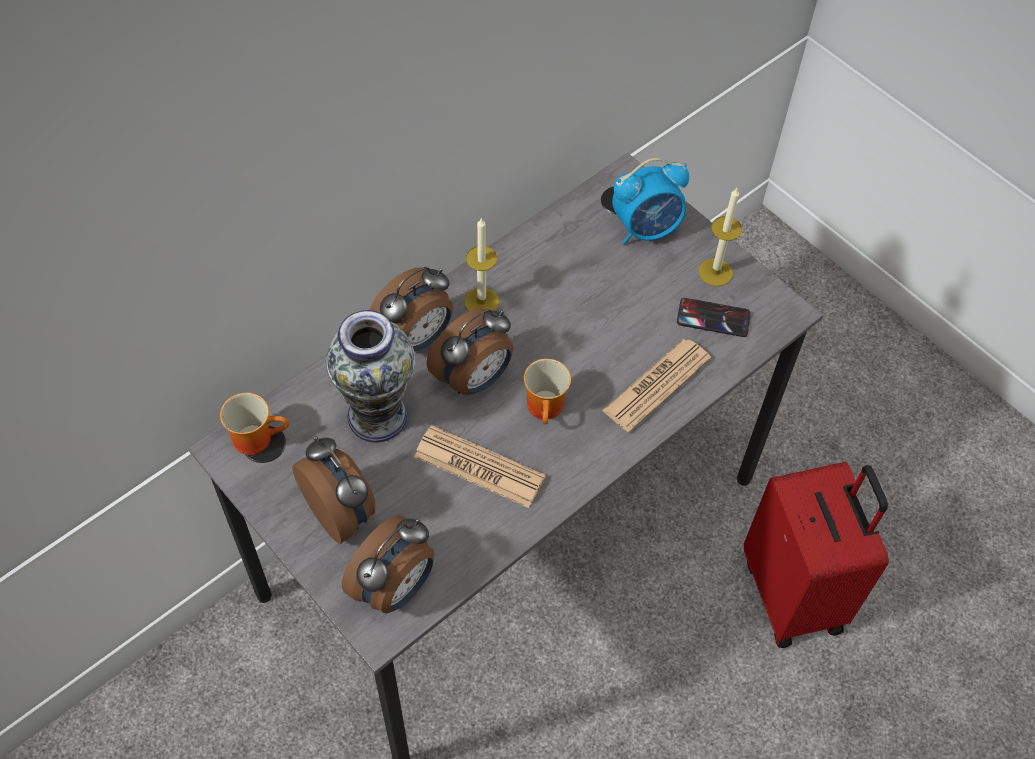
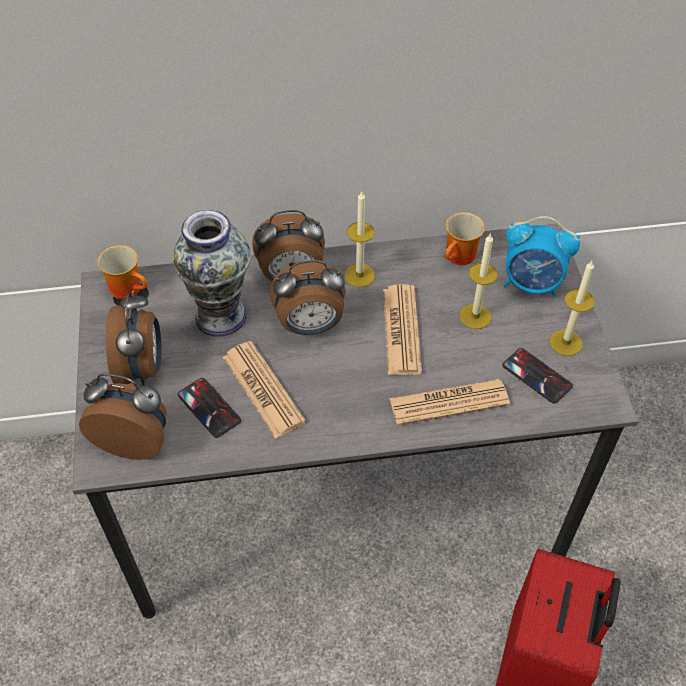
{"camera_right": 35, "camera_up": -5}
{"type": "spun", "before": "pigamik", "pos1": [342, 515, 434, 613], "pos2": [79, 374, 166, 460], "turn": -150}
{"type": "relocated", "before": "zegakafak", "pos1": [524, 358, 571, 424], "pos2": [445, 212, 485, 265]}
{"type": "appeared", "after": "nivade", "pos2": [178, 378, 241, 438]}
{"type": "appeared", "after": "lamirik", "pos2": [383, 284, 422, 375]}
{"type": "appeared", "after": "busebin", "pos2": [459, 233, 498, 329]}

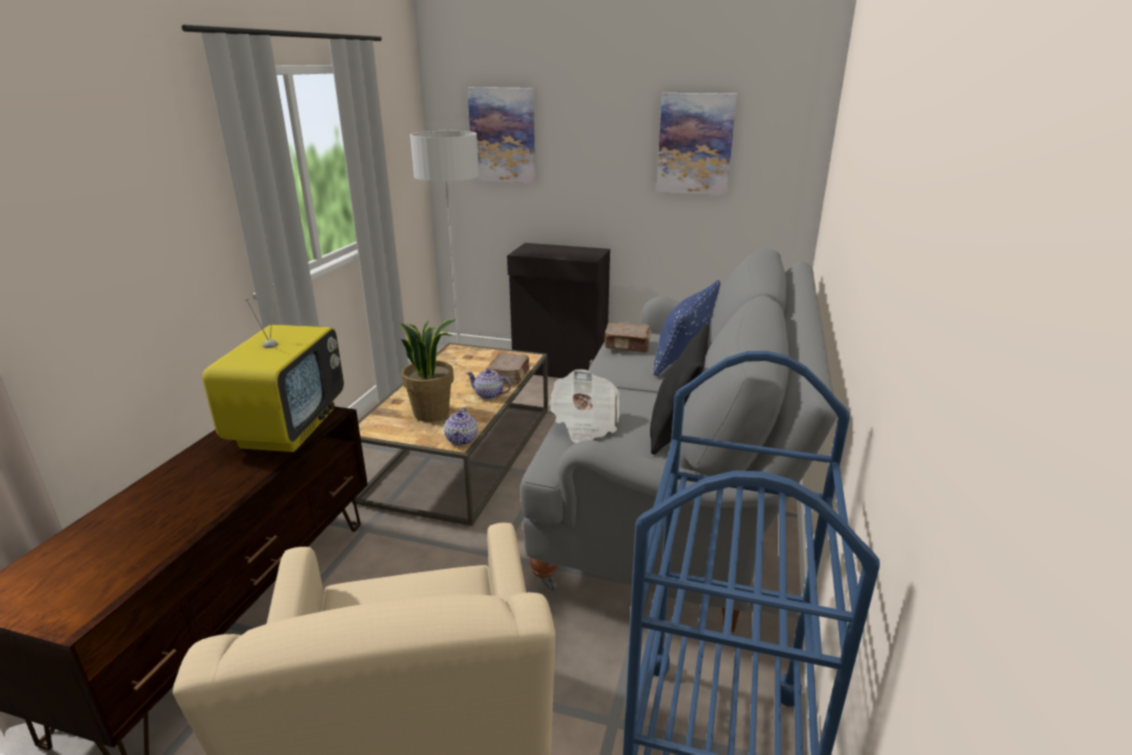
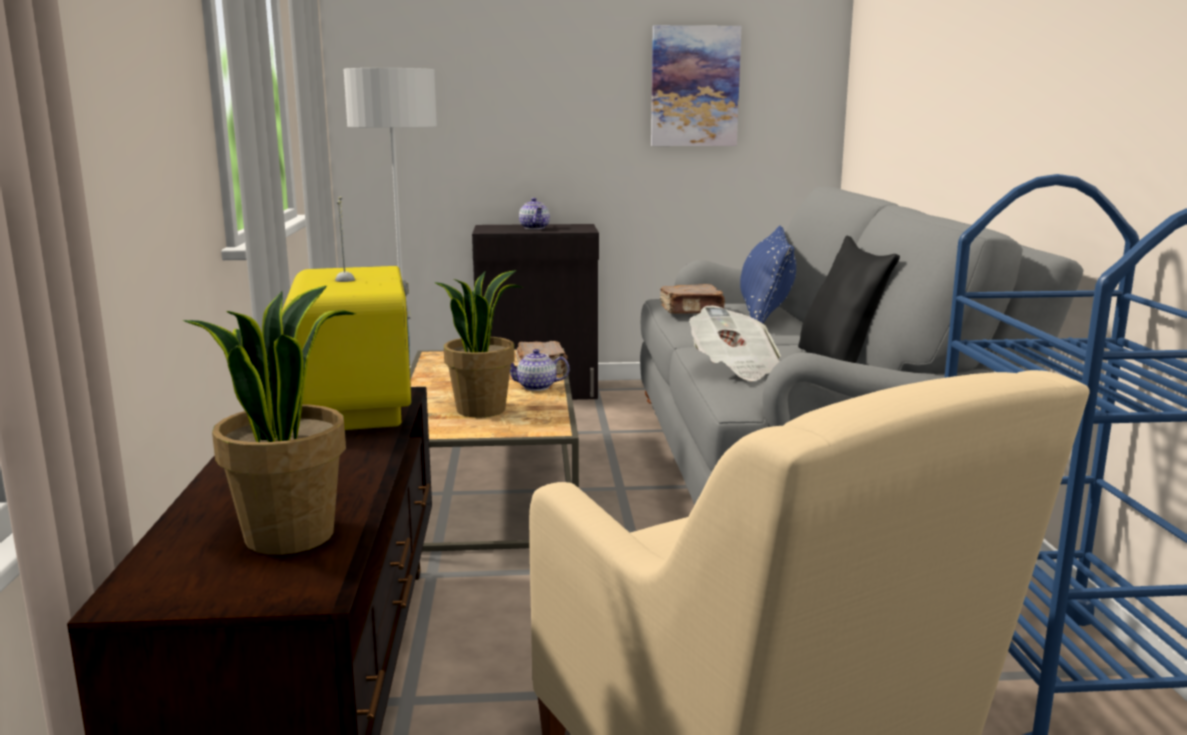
{"camera_right": -20, "camera_up": -10}
{"type": "relocated", "before": "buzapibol", "pos1": [444, 407, 478, 445], "pos2": [519, 198, 550, 229]}
{"type": "missing", "before": "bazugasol", "pos1": [467, 87, 535, 183]}
{"type": "appeared", "after": "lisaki", "pos2": [183, 286, 356, 555]}

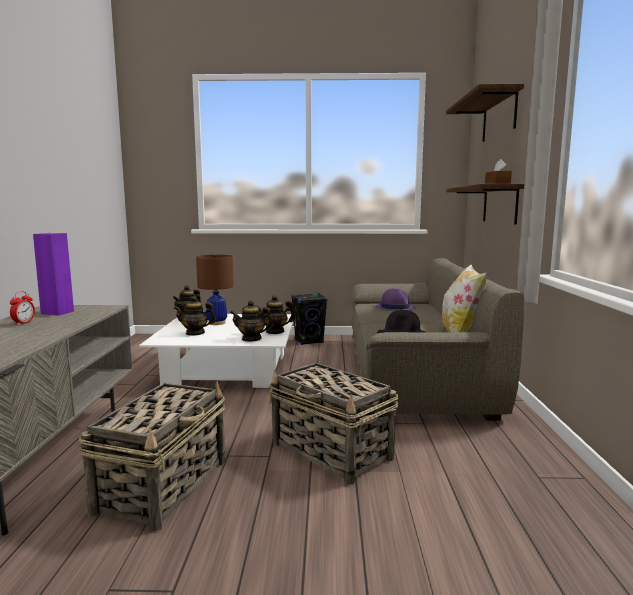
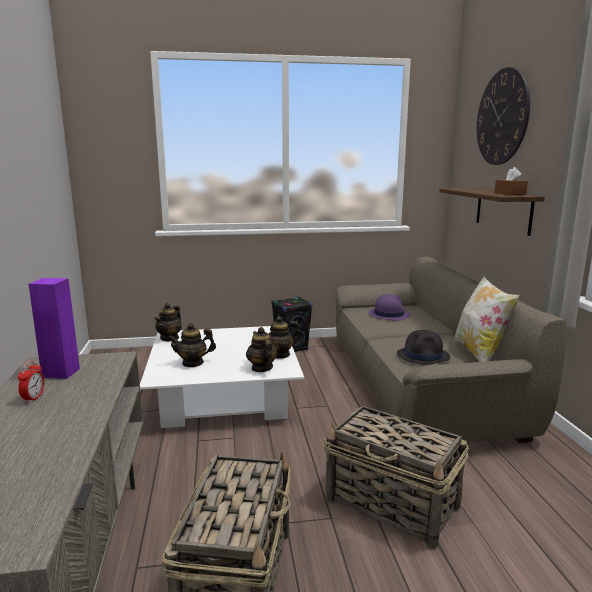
{"camera_right": -10, "camera_up": 5}
{"type": "missing", "before": "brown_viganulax", "pos1": [196, 253, 234, 325]}
{"type": "spun", "before": "buzapibol", "pos1": [230, 300, 274, 342], "pos2": [246, 327, 277, 372], "turn": 75}
{"type": "exchanged", "before": "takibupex", "after": "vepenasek", "pos1": [446, 84, 524, 142], "pos2": [477, 67, 530, 165]}

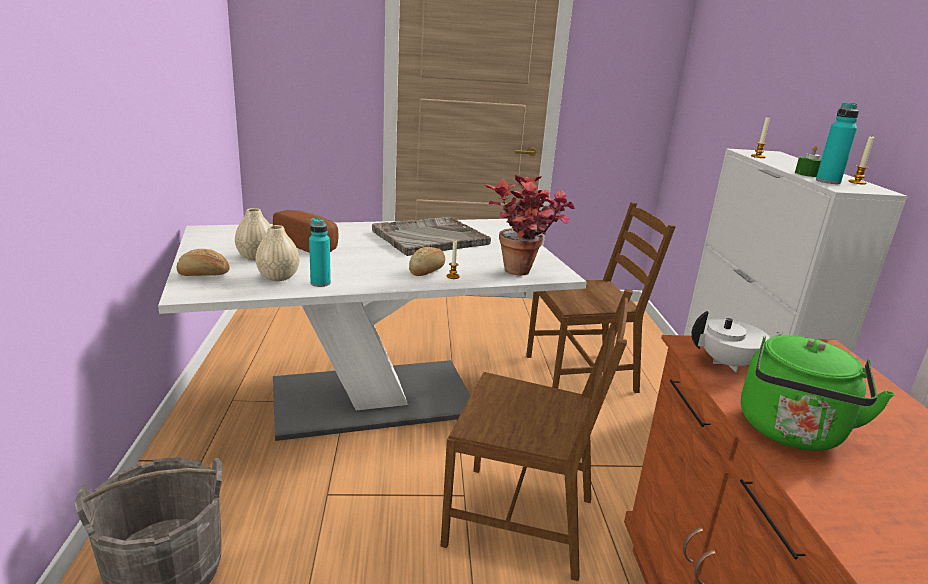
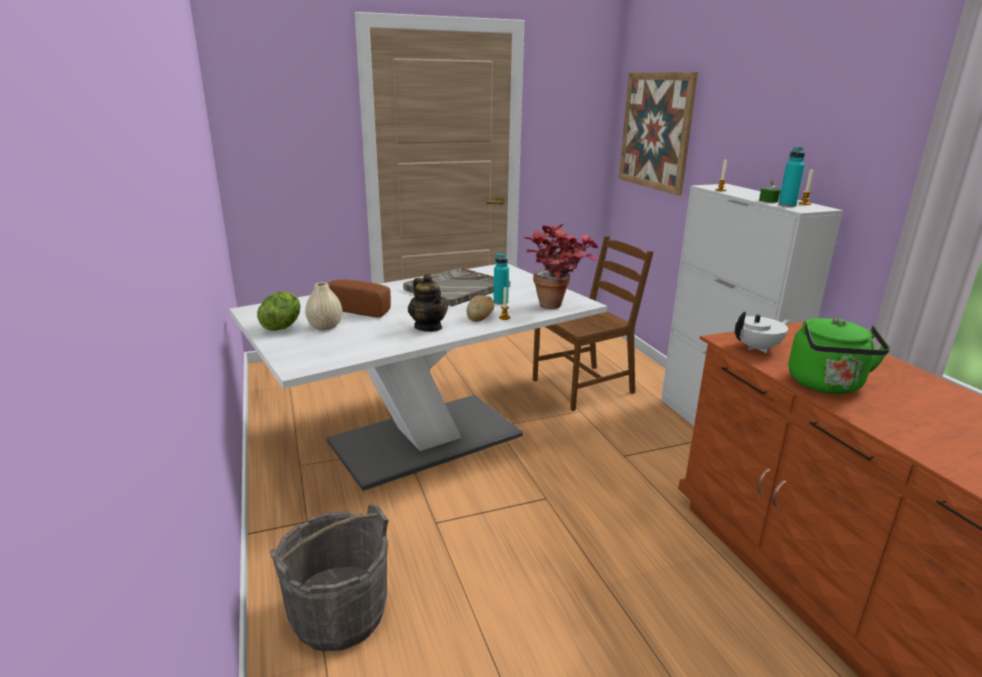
{"camera_right": -15, "camera_up": 0}
{"type": "missing", "before": "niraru", "pos1": [177, 249, 229, 276]}
{"type": "missing", "before": "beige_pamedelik", "pos1": [255, 225, 300, 281]}
{"type": "relocated", "before": "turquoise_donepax", "pos1": [309, 218, 331, 287], "pos2": [493, 253, 509, 305]}
{"type": "missing", "before": "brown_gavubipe", "pos1": [441, 289, 633, 581]}
{"type": "appeared", "after": "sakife", "pos2": [257, 292, 300, 331]}
{"type": "appeared", "after": "buzapibol", "pos2": [408, 274, 448, 332]}
{"type": "appeared", "after": "bazugasol", "pos2": [619, 72, 698, 196]}

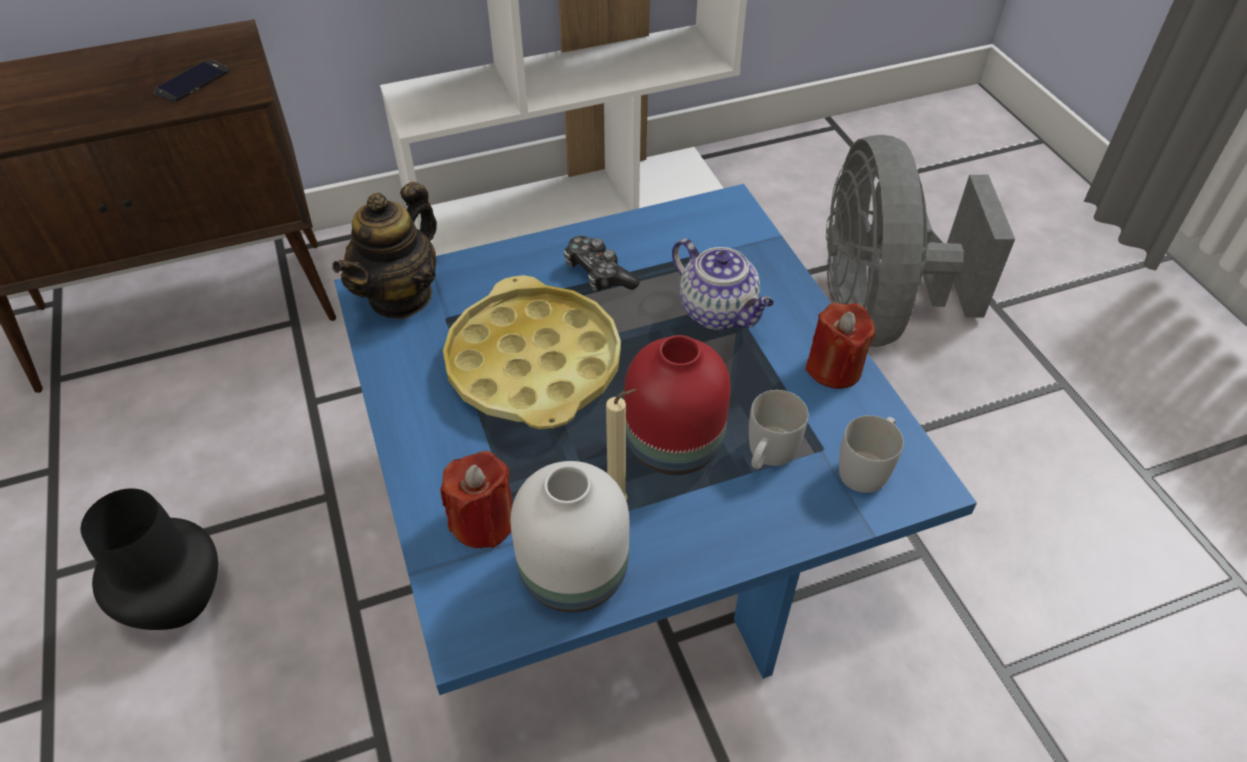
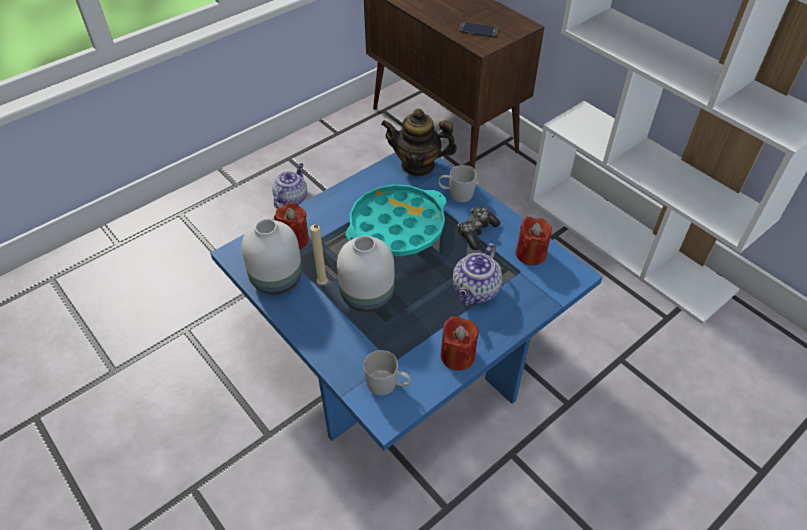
{"camera_right": 70, "camera_up": 0}
{"type": "exchanged", "before": "black_pamedelik", "after": "buzapibol", "pos1": [81, 488, 218, 630], "pos2": [272, 163, 307, 208]}
{"type": "colour", "before": "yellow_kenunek", "after": "turquoise_kenunek", "pos1": [443, 275, 621, 429], "pos2": [346, 184, 446, 256]}
{"type": "colour", "before": "red_pamedelik", "after": "white_pamedelik", "pos1": [624, 335, 731, 475], "pos2": [337, 236, 395, 312]}
{"type": "relocated", "before": "white_zegakafak", "pos1": [749, 390, 808, 469], "pos2": [438, 165, 477, 202]}
{"type": "missing", "before": "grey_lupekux", "pos1": [826, 135, 1015, 347]}
{"type": "appeared", "after": "red_busebin", "pos2": [516, 217, 552, 265]}

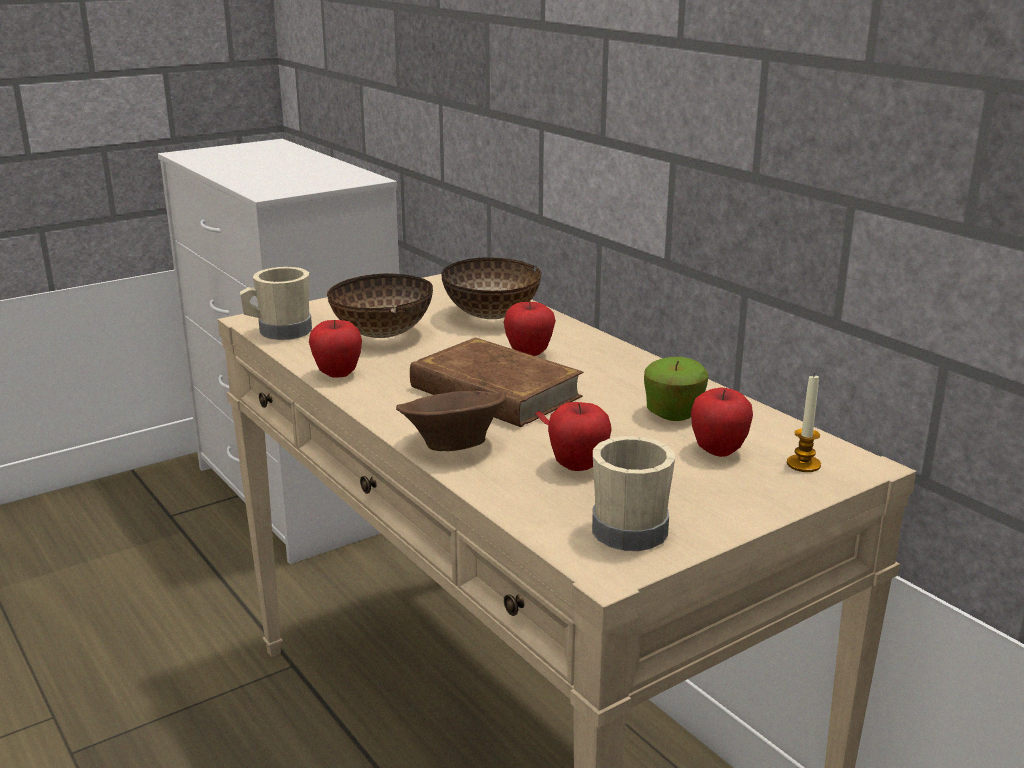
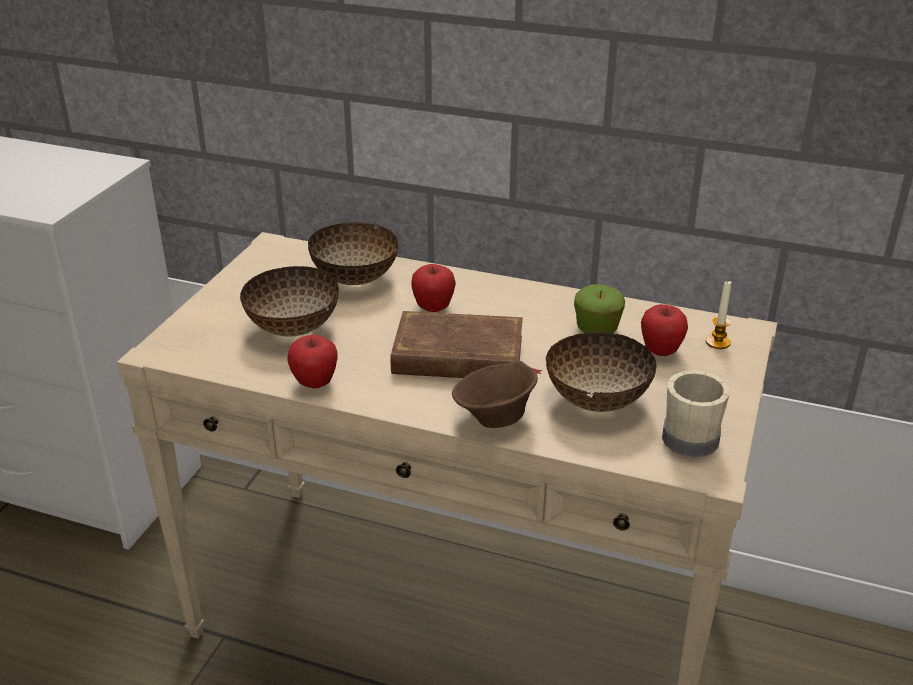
{"camera_right": -35, "camera_up": 10}
{"type": "missing", "before": "beige_zegakafak", "pos1": [240, 267, 312, 340]}
{"type": "exchanged", "before": "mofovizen", "after": "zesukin", "pos1": [548, 402, 612, 471], "pos2": [545, 332, 657, 412]}

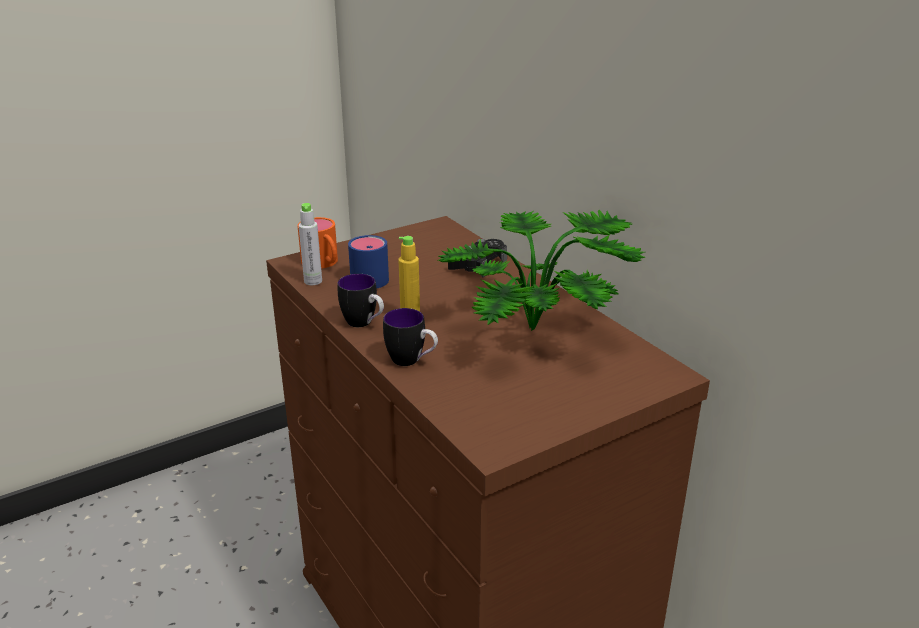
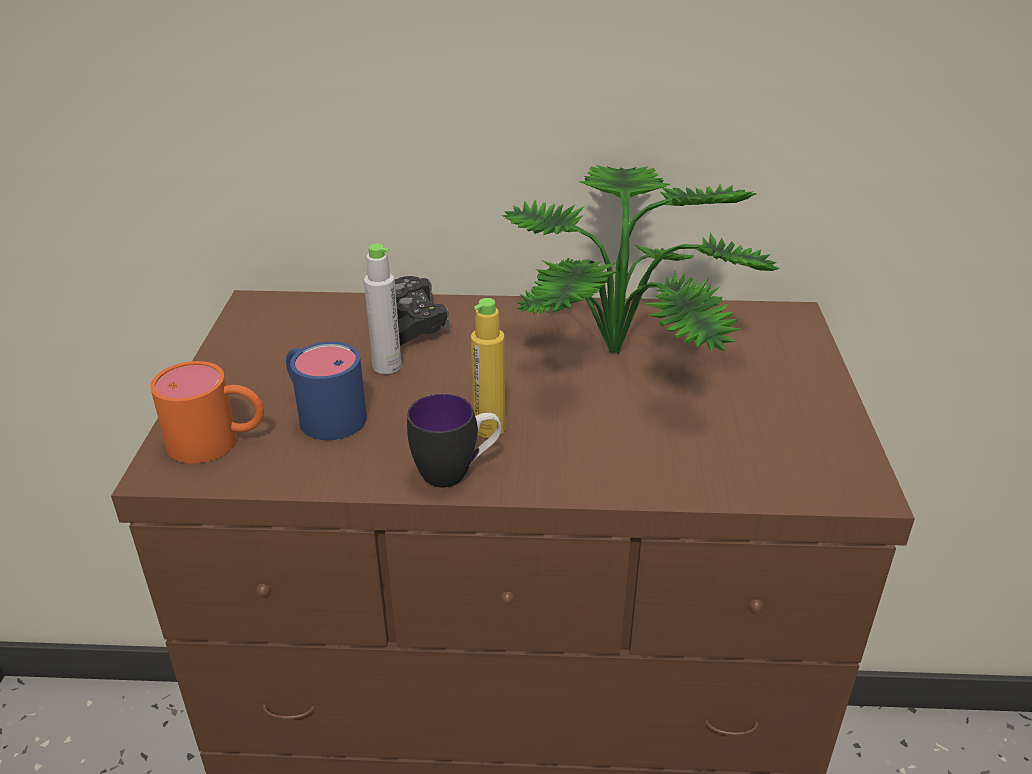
{"camera_right": -55, "camera_up": 5}
{"type": "relocated", "before": "grey_donepax", "pos1": [298, 203, 322, 285], "pos2": [364, 244, 402, 374]}
{"type": "missing", "before": "zegakafak", "pos1": [383, 308, 438, 366]}

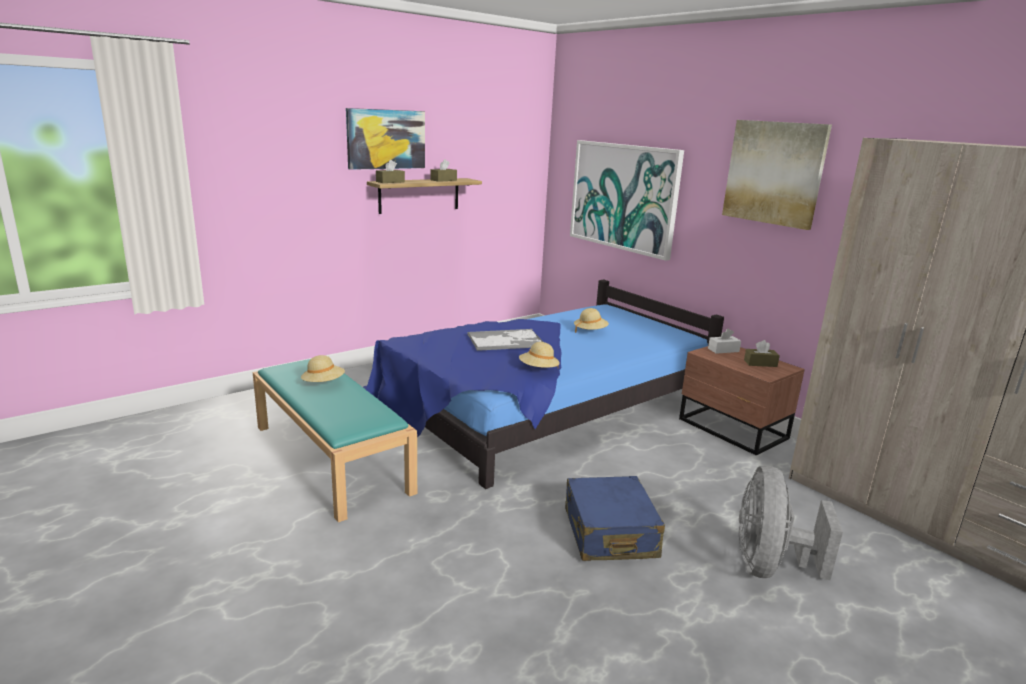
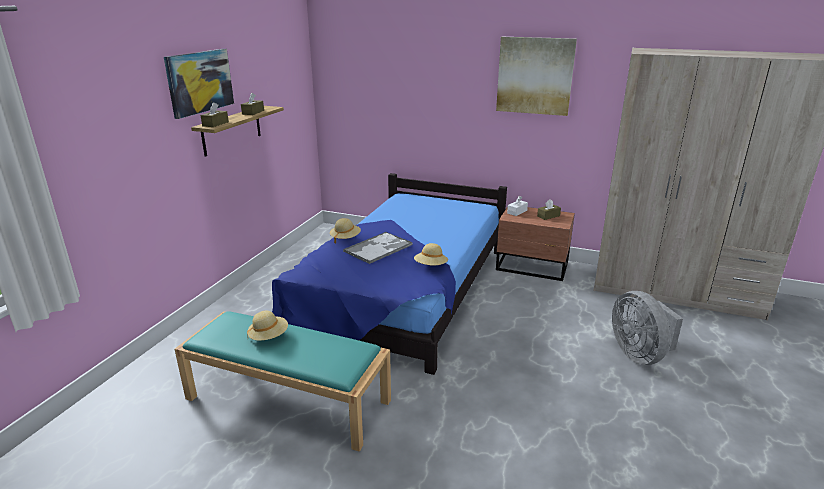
{"camera_right": -30, "camera_up": 5}
{"type": "missing", "before": "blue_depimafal", "pos1": [565, 476, 665, 561]}
{"type": "missing", "before": "bazugasol", "pos1": [570, 140, 684, 261]}
{"type": "relocated", "before": "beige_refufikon", "pos1": [574, 308, 609, 333], "pos2": [330, 218, 361, 244]}

